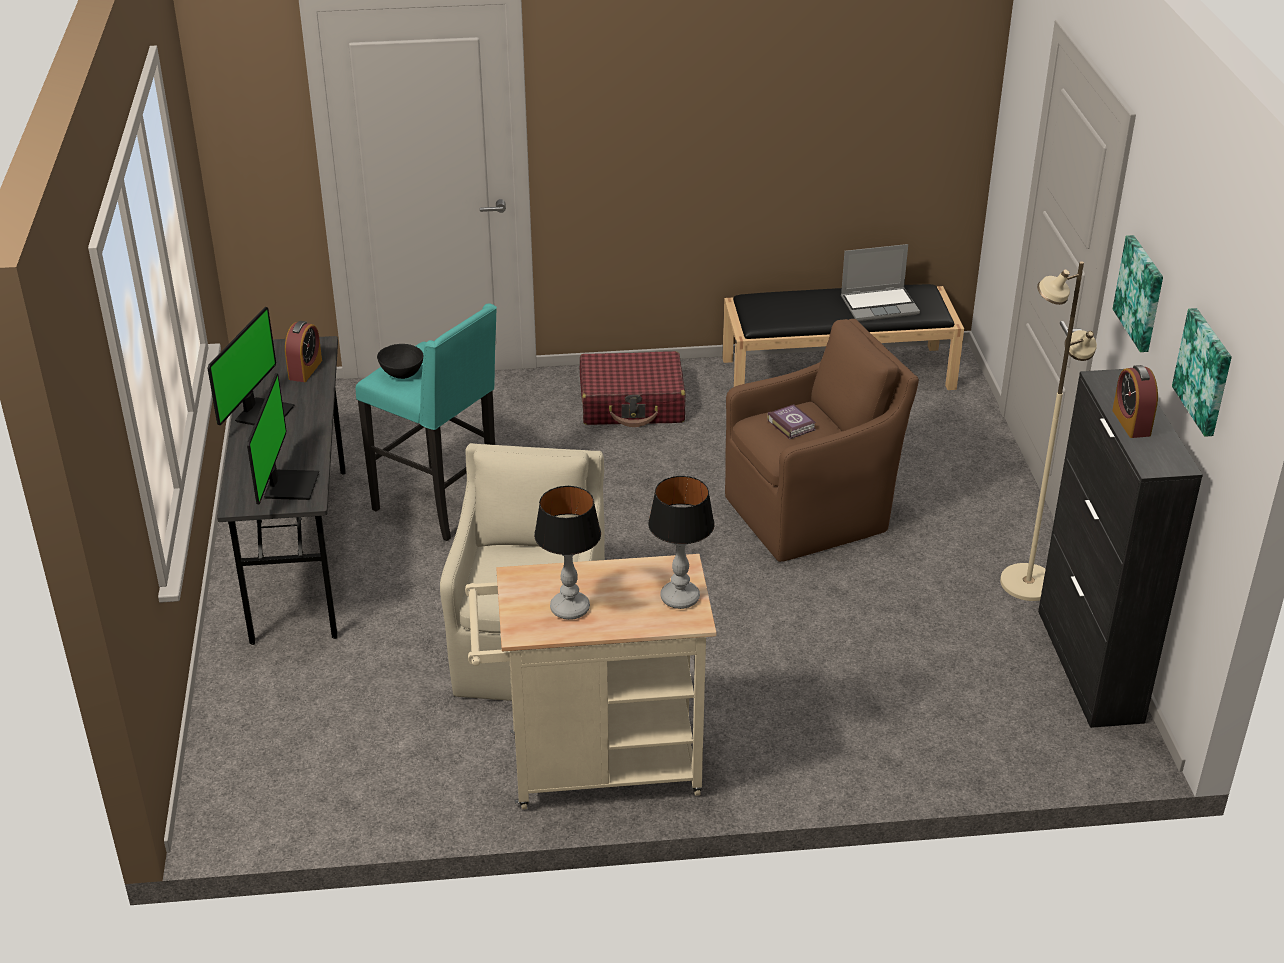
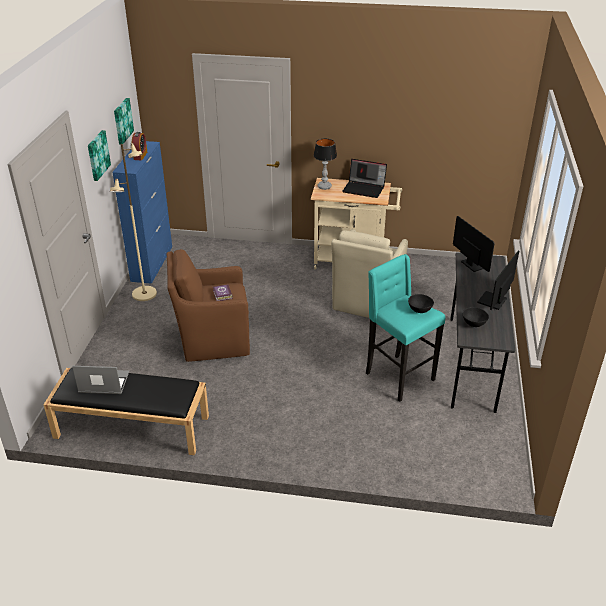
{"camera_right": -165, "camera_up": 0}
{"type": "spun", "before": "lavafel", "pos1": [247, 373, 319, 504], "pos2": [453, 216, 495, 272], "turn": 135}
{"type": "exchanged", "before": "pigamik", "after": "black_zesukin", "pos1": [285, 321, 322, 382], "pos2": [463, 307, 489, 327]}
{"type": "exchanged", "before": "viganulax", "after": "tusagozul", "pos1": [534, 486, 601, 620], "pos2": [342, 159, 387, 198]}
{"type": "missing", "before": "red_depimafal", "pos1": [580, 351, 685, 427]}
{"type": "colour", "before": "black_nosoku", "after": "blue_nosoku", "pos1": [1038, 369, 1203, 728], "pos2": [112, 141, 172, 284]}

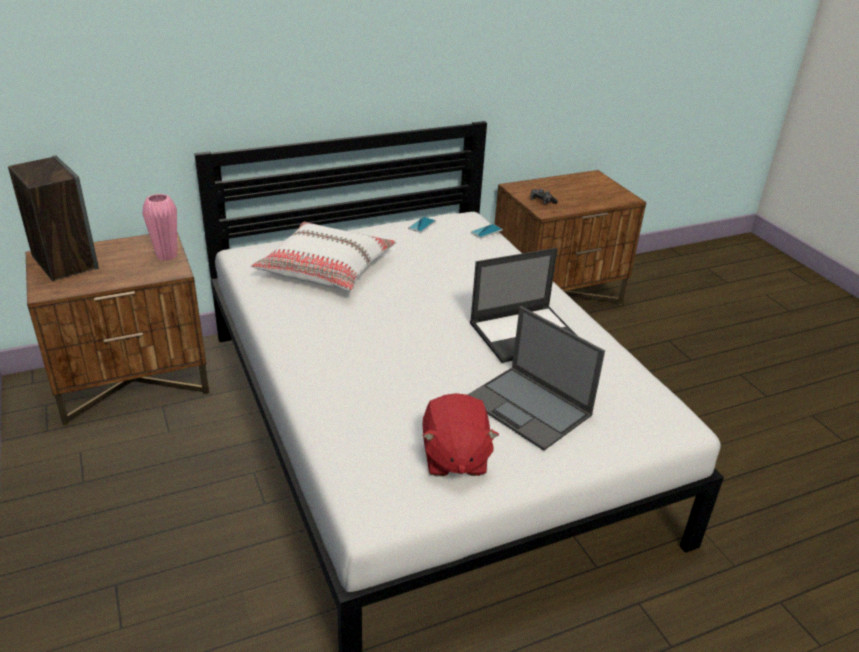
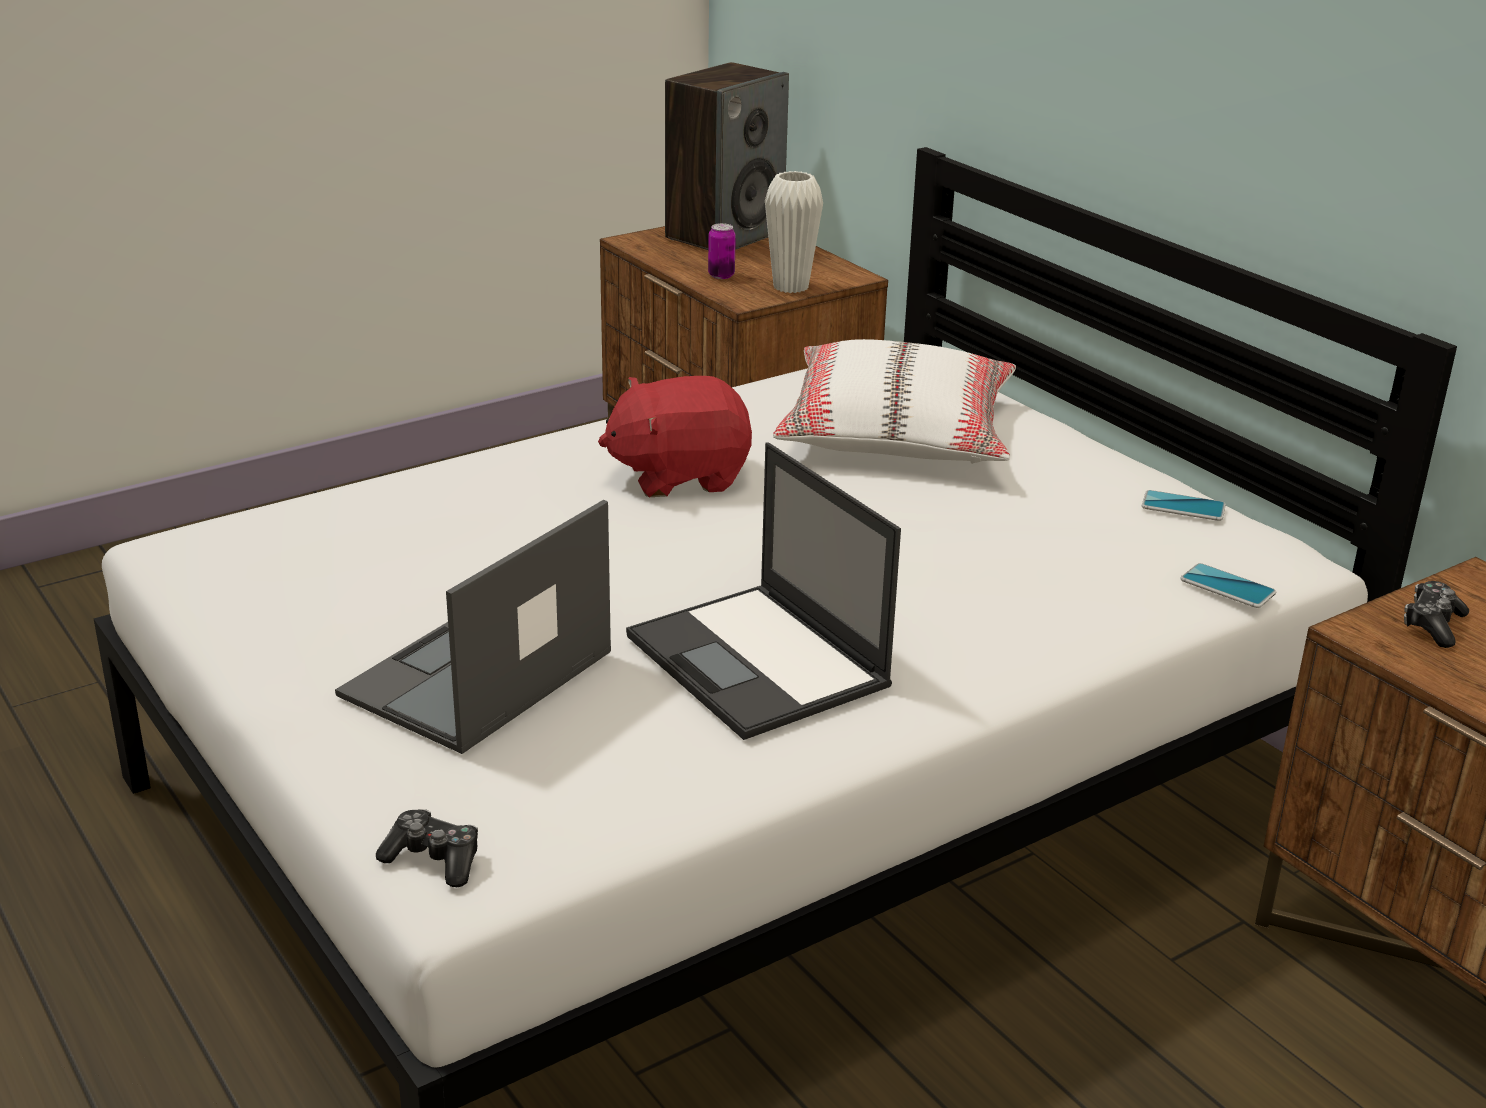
{"camera_right": 80, "camera_up": -5}
{"type": "colour", "before": "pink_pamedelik", "after": "white_pamedelik", "pos1": [142, 194, 177, 261], "pos2": [765, 171, 823, 293]}
{"type": "relocated", "before": "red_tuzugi", "pos1": [422, 393, 499, 476], "pos2": [598, 376, 752, 497]}
{"type": "appeared", "after": "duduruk", "pos2": [376, 809, 478, 887]}
{"type": "appeared", "after": "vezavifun", "pos2": [708, 223, 736, 279]}

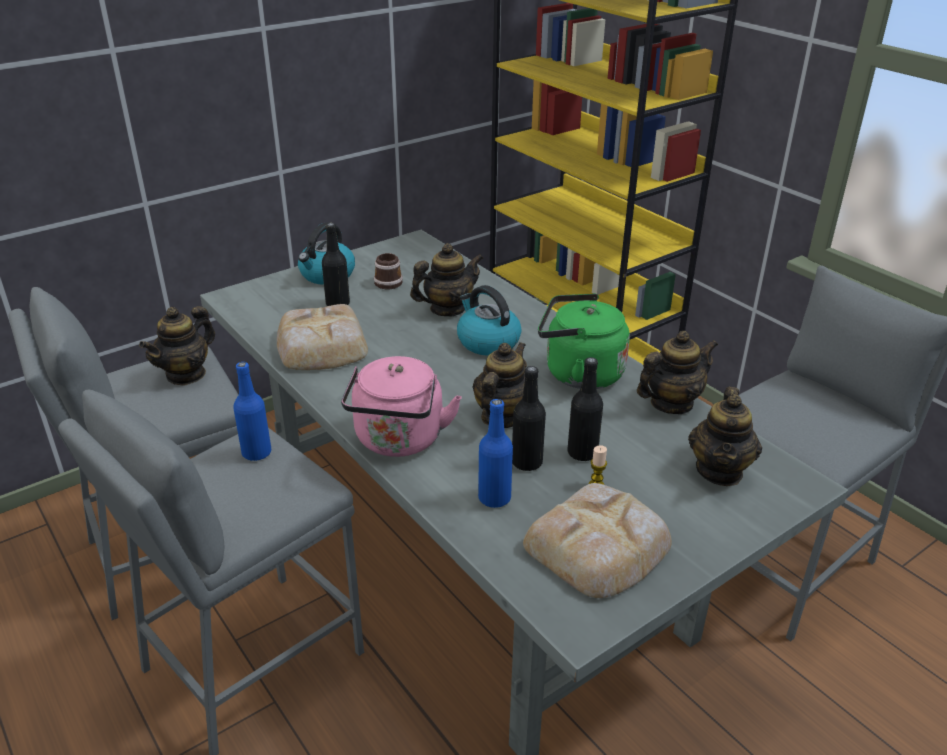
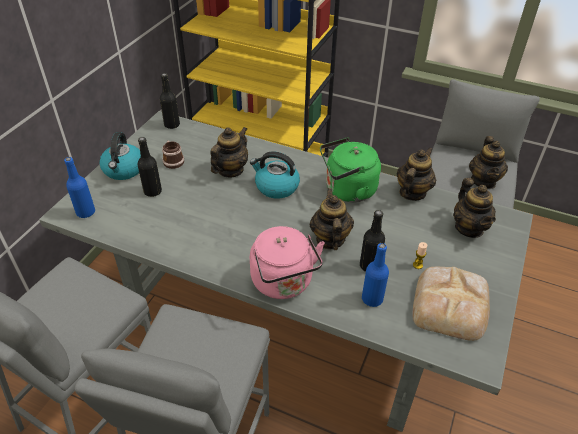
{"camera_right": -30, "camera_up": 10}
{"type": "relocated", "before": "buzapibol", "pos1": [139, 306, 215, 386], "pos2": [469, 136, 508, 189]}
{"type": "relocated", "before": "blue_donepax", "pos1": [233, 362, 271, 461], "pos2": [64, 157, 95, 218]}
{"type": "missing", "before": "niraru", "pos1": [277, 304, 368, 370]}
{"type": "relocated", "before": "black_donepax", "pos1": [567, 357, 603, 461], "pos2": [160, 73, 180, 129]}

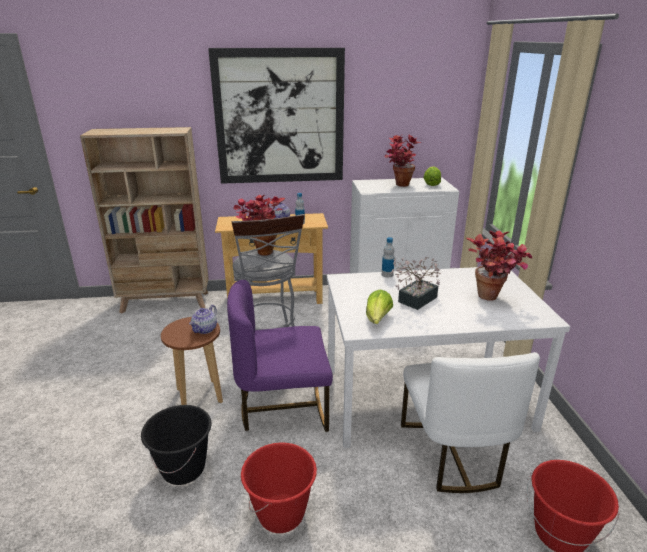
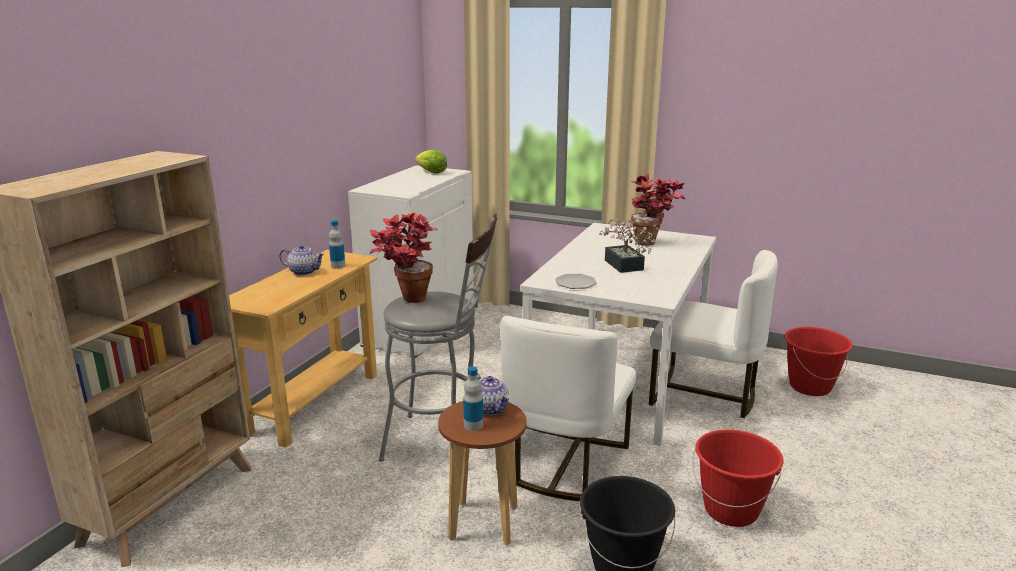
{"camera_right": -60, "camera_up": -5}
{"type": "missing", "before": "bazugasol", "pos1": [208, 48, 345, 184]}
{"type": "colour", "before": "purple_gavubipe", "after": "white_gavubipe", "pos1": [227, 280, 333, 432], "pos2": [501, 315, 636, 501]}
{"type": "missing", "before": "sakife", "pos1": [366, 290, 393, 324]}
{"type": "relocated", "before": "donepax", "pos1": [382, 237, 395, 277], "pos2": [463, 366, 483, 431]}
{"type": "missing", "before": "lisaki", "pos1": [384, 134, 421, 187]}
{"type": "appeared", "after": "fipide", "pos2": [555, 274, 597, 289]}

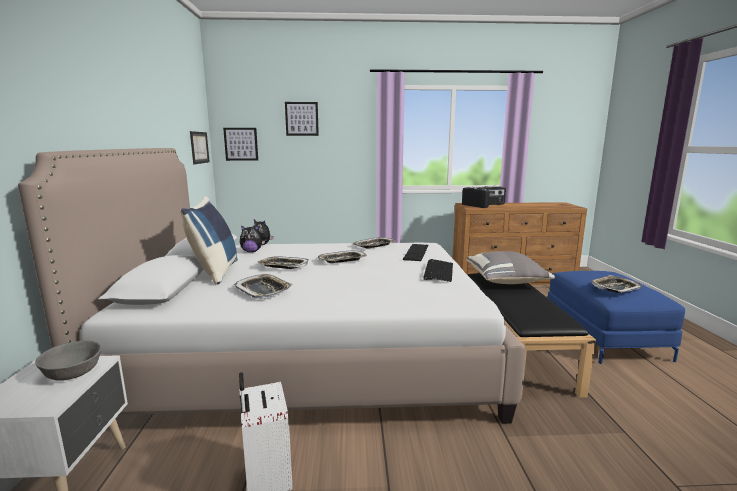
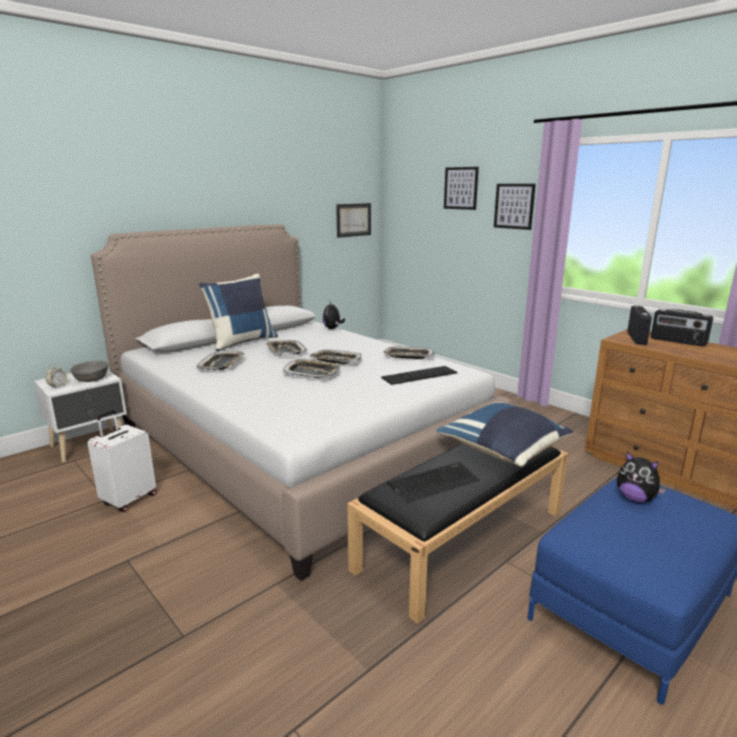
{"camera_right": 50, "camera_up": 5}
{"type": "relocated", "before": "bazugasol", "pos1": [223, 128, 258, 161], "pos2": [494, 184, 536, 230]}
{"type": "relocated", "before": "tuzugi", "pos1": [240, 225, 265, 252], "pos2": [617, 451, 666, 503]}
{"type": "relocated", "before": "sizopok", "pos1": [423, 259, 453, 282], "pos2": [387, 462, 479, 503]}
{"type": "colour", "before": "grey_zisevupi", "after": "blue_zisevupi", "pos1": [466, 251, 555, 284], "pos2": [437, 402, 573, 467]}
{"type": "relocated", "before": "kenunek", "pos1": [591, 275, 642, 293], "pos2": [283, 359, 340, 379]}
{"type": "appeared", "after": "pigamik", "pos2": [46, 364, 67, 389]}

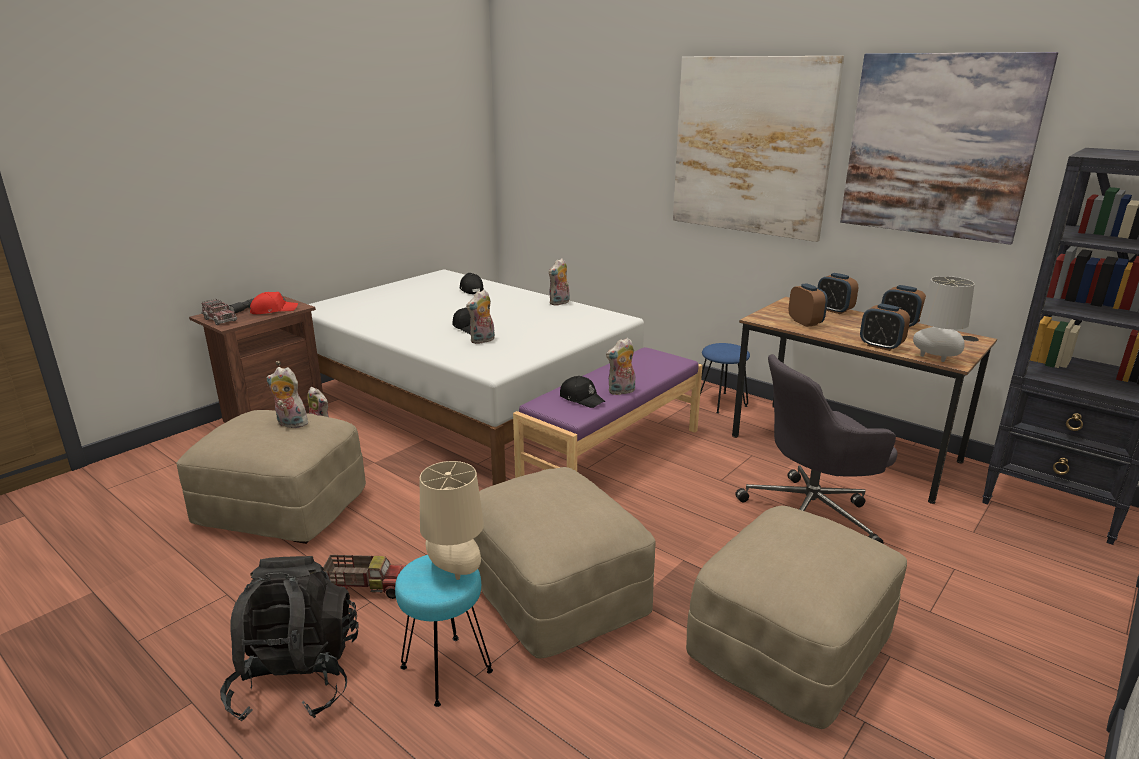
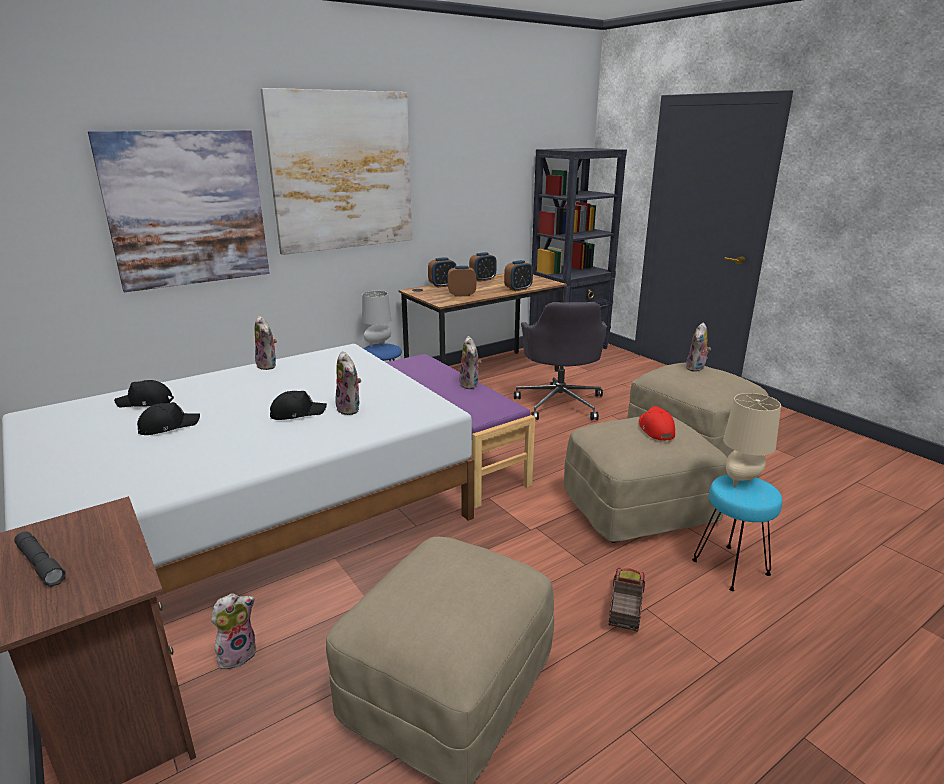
{"camera_right": -75, "camera_up": 0}
{"type": "missing", "before": "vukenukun", "pos1": [201, 299, 237, 325]}
{"type": "missing", "before": "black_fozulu", "pos1": [220, 556, 358, 721]}
{"type": "relocated", "before": "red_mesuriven", "pos1": [250, 292, 298, 314], "pos2": [639, 406, 675, 440]}
{"type": "relocated", "before": "tuzugi", "pos1": [266, 367, 308, 428], "pos2": [686, 323, 711, 372]}
{"type": "relocated", "before": "black_mesuriven", "pos1": [560, 376, 605, 408], "pos2": [137, 402, 200, 435]}
{"type": "relocated", "before": "bazugasol", "pos1": [840, 52, 1058, 245], "pos2": [88, 130, 269, 292]}
{"type": "relocated", "before": "grey_viganulax", "pos1": [913, 276, 975, 362], "pos2": [362, 291, 391, 347]}

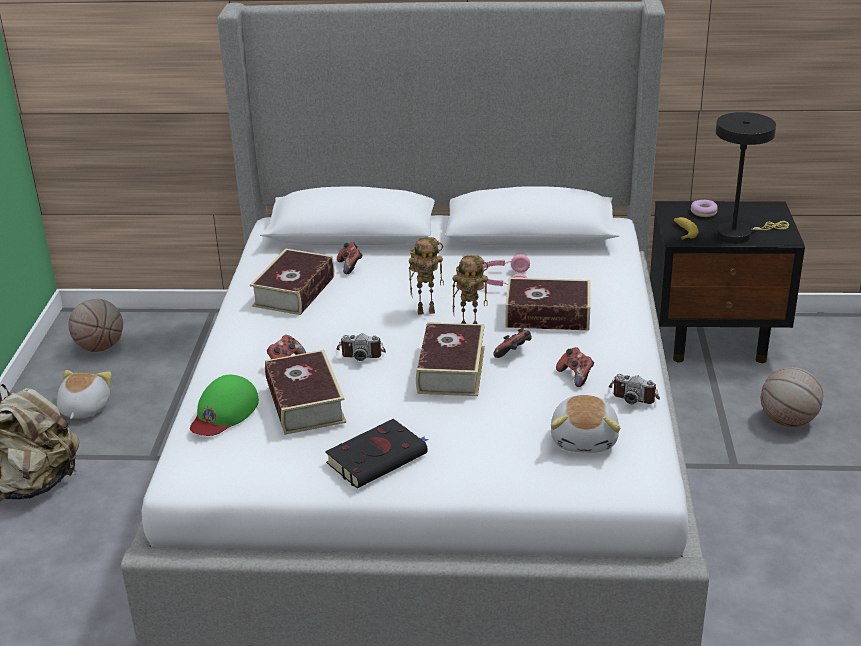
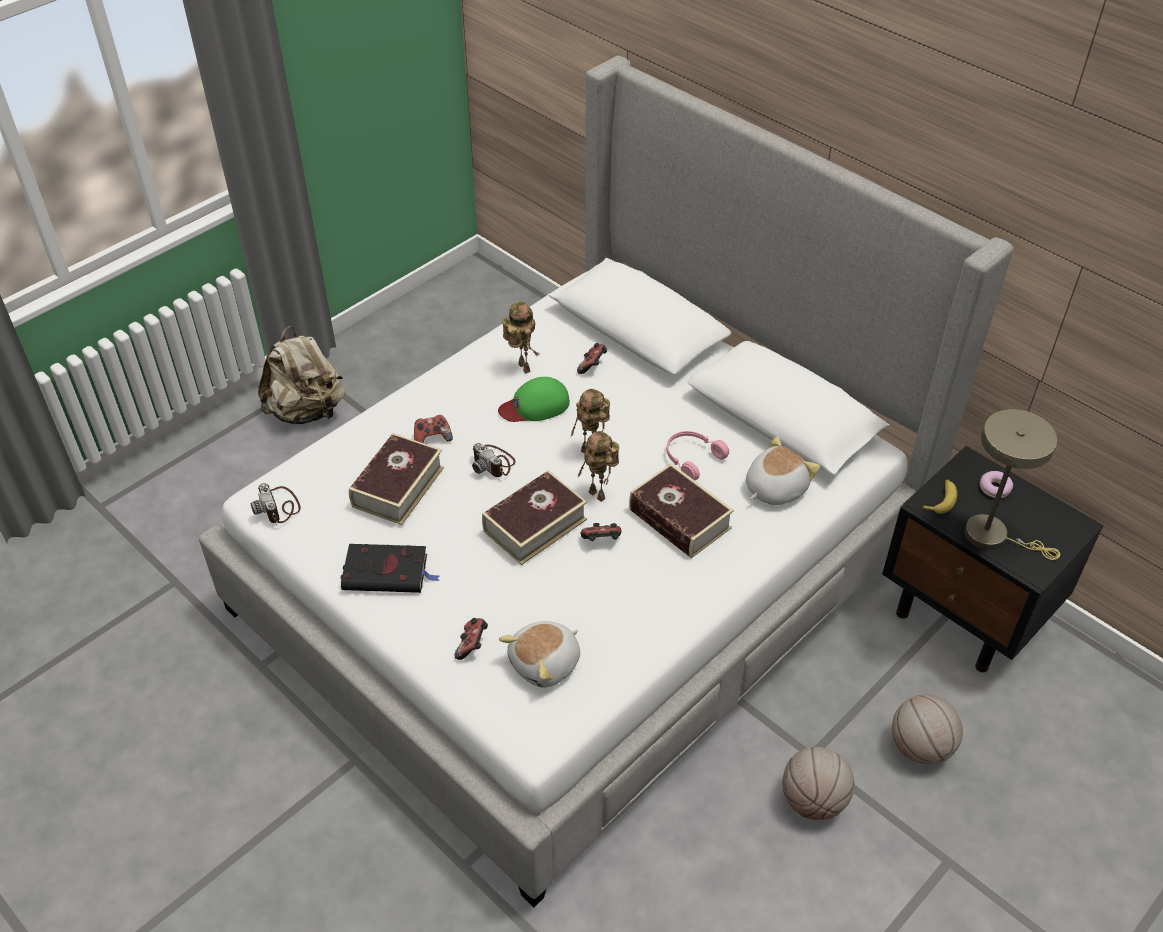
{"camera_right": 40, "camera_up": 15}
{"type": "relocated", "before": "tuzugi", "pos1": [57, 370, 111, 419], "pos2": [746, 436, 820, 505]}
{"type": "relocated", "before": "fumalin", "pos1": [68, 299, 123, 352], "pos2": [782, 747, 854, 820]}
{"type": "relocated", "before": "green_mesuriven", "pos1": [190, 375, 259, 436], "pos2": [498, 377, 570, 422]}
{"type": "exchanged", "before": "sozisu", "after": "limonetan", "pos1": [250, 249, 334, 315], "pos2": [502, 302, 539, 374]}
{"type": "relocated", "before": "duduruk", "pos1": [556, 347, 594, 387], "pos2": [454, 618, 488, 660]}
{"type": "relocated", "before": "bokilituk", "pos1": [609, 374, 660, 404], "pos2": [250, 483, 301, 523]}
{"type": "colour", "before": "black_viganulax", "after": "beige_viganulax", "pos1": [716, 112, 789, 243], "pos2": [965, 409, 1060, 560]}

